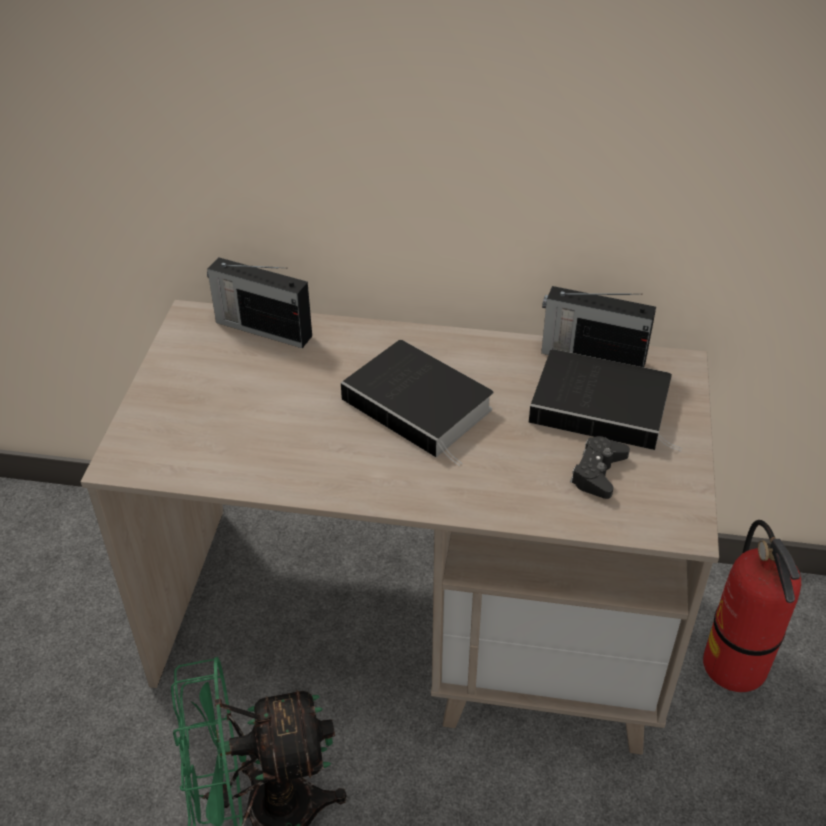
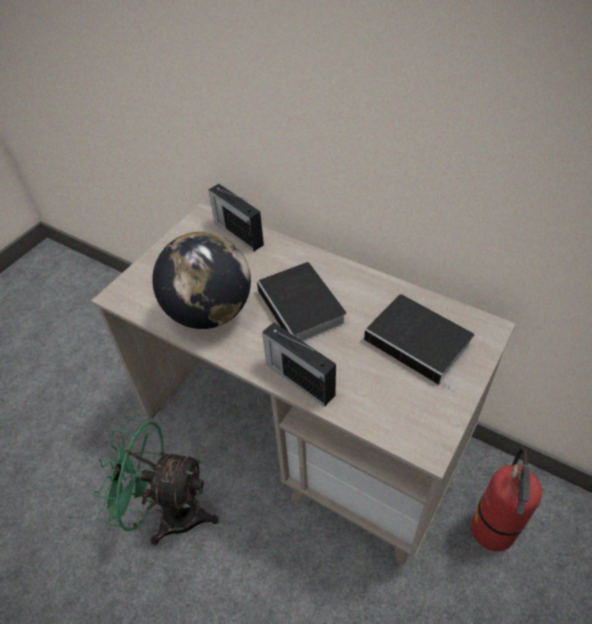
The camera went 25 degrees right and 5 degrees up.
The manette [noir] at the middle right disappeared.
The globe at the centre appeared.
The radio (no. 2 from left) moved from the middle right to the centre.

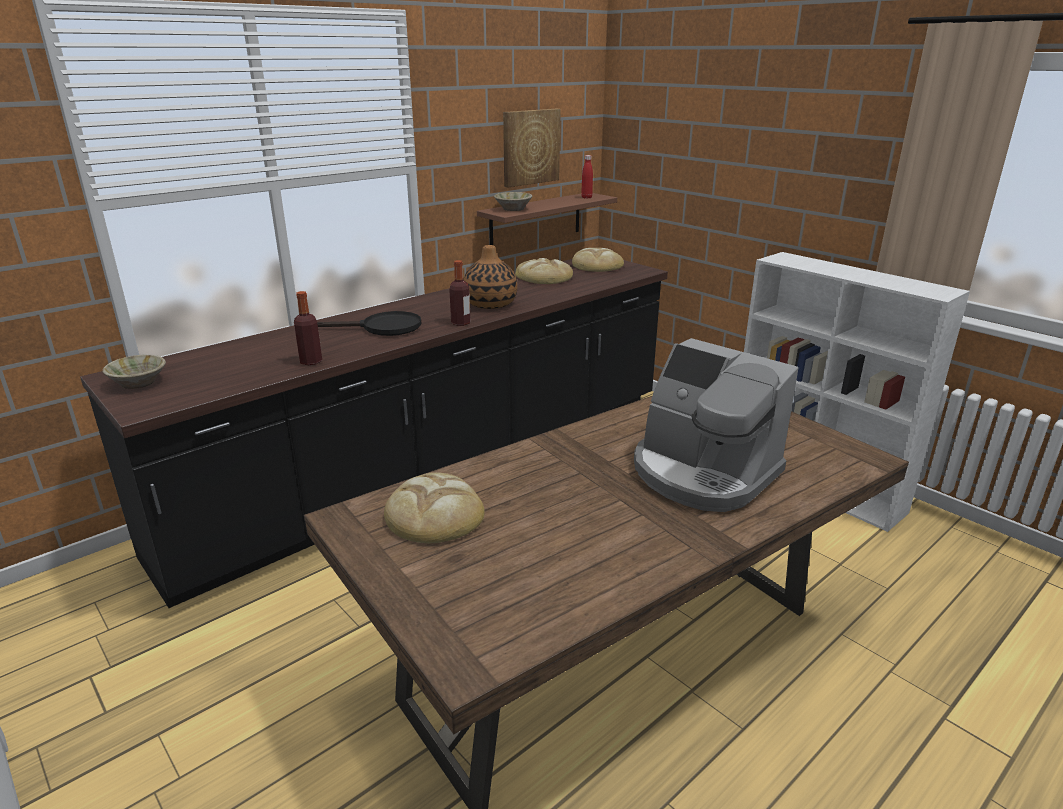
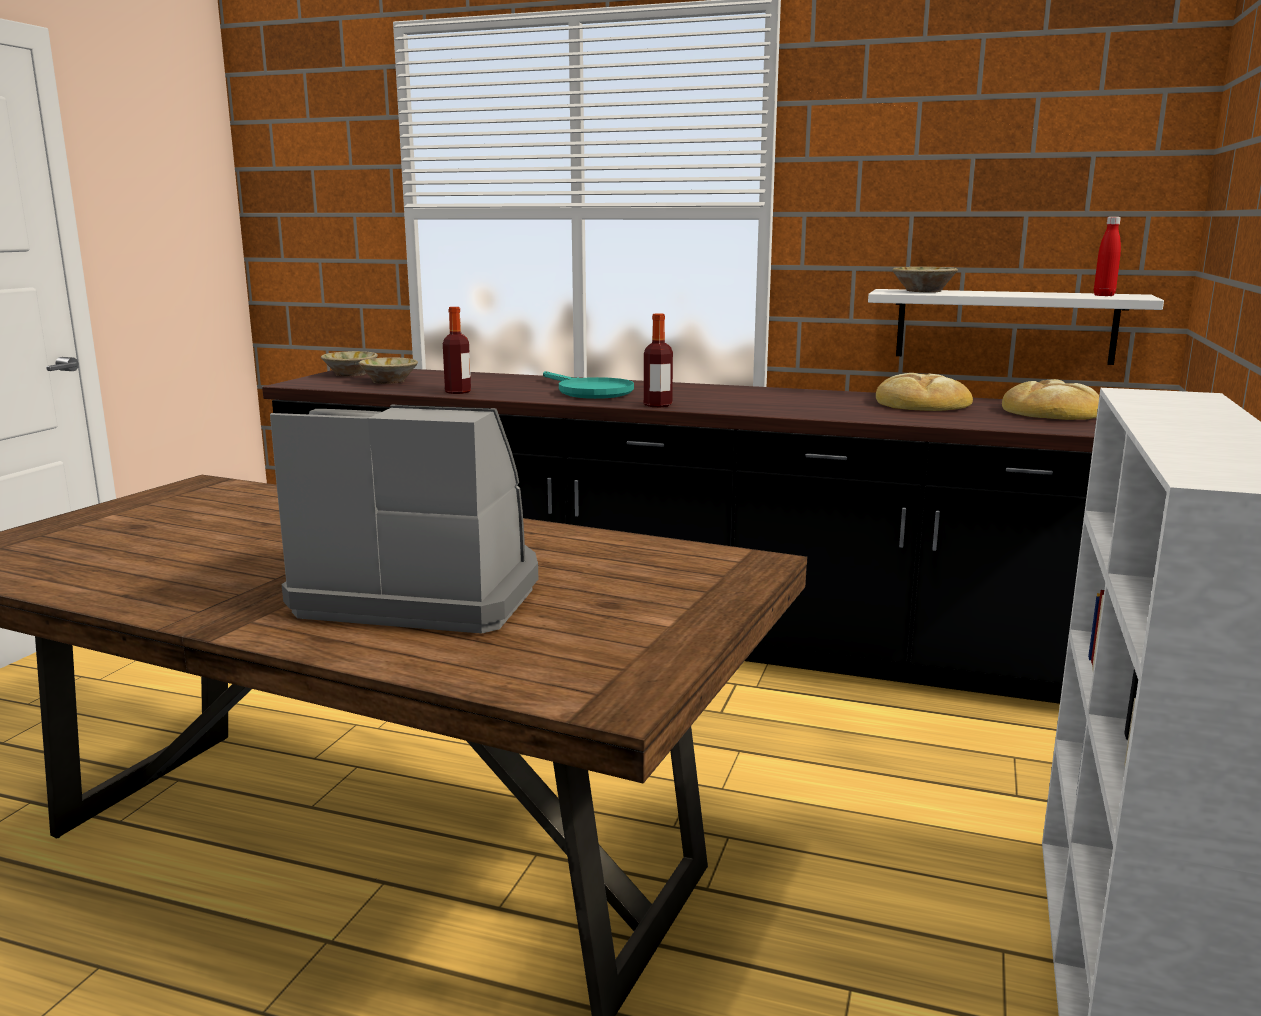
The camera went 60 degrees right and 10 degrees down.
The pain (no. 1 from left) at the centre disappeared.
The vase at the centre disappeared.
The tableau at the top centre disappeared.
The bol [beige] (no. 2 from left) at the middle left appeared.
The poêle [noir] at the centre became the poêle [turquoise] at the centre.
The étagère [marron] at the top centre became the étagère [blanc] at the top right.
The machine à café at the middle right turned 90 degrees clockwise.

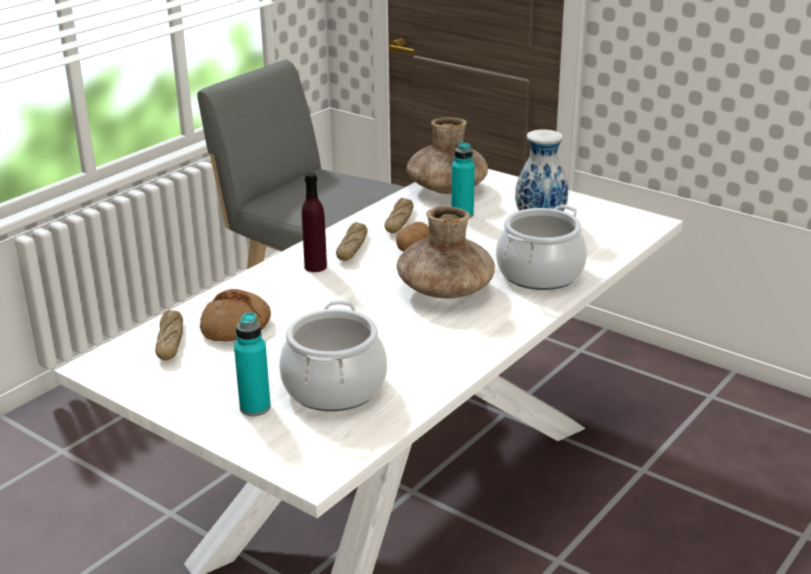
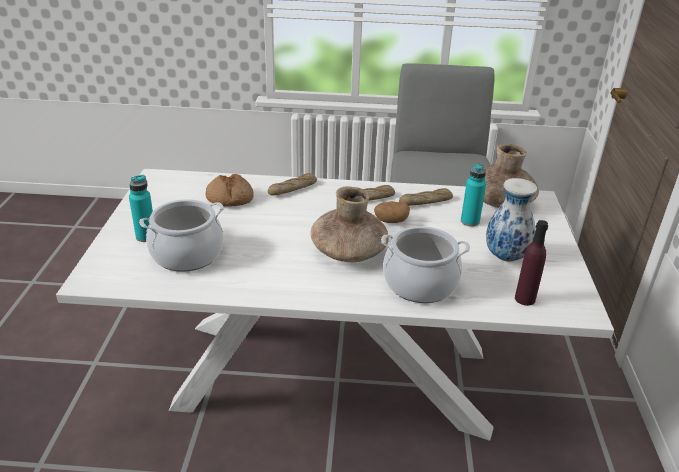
The camera went 55 degrees right and 5 degrees up.
The pain (no. 1 from left in the first image) moved from the middle left to the centre.
The bouteille [violet] moved from the centre to the middle right.

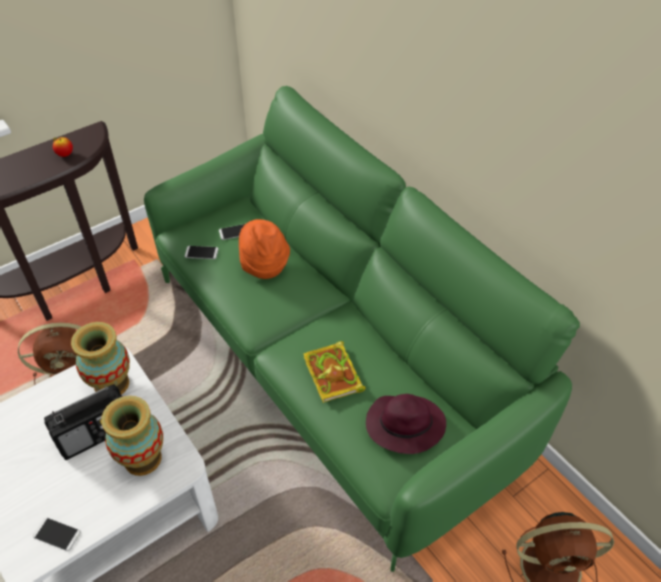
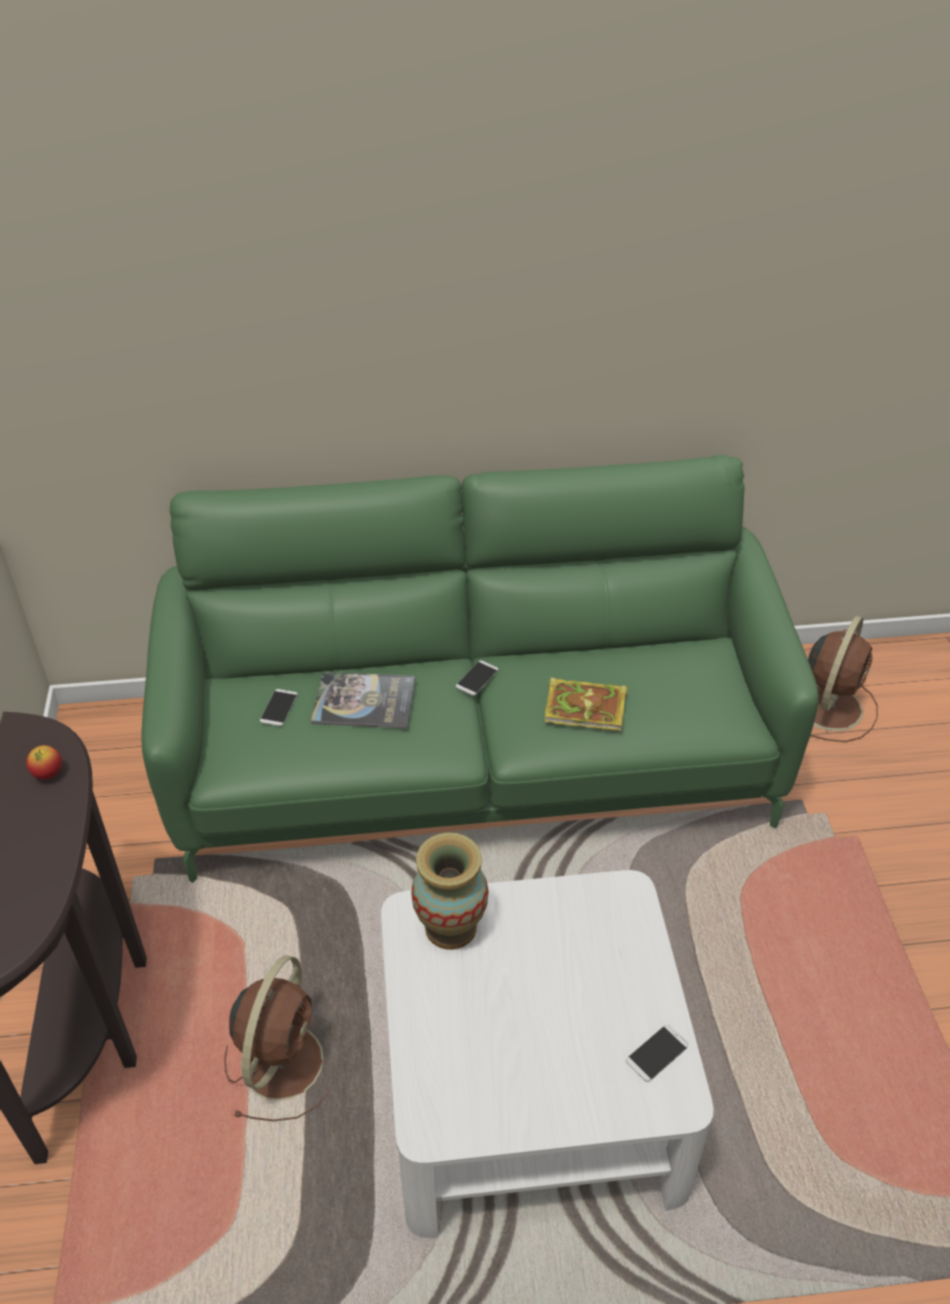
The camera went 60 degrees left and 5 degrees down.
The radio at the bottom left disappeared.
The vase (no. 2 from left) at the bottom left disappeared.
The chapeau [violet] at the bottom centre disappeared.
The téléphone (no. 2 from left) moved from the middle left to the centre.
The chapeau [orange] at the centre was replaced by the livre (no. 1 from left) at the centre.

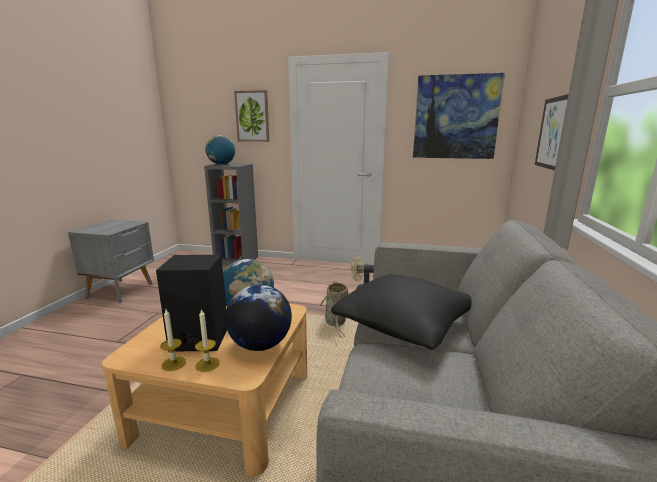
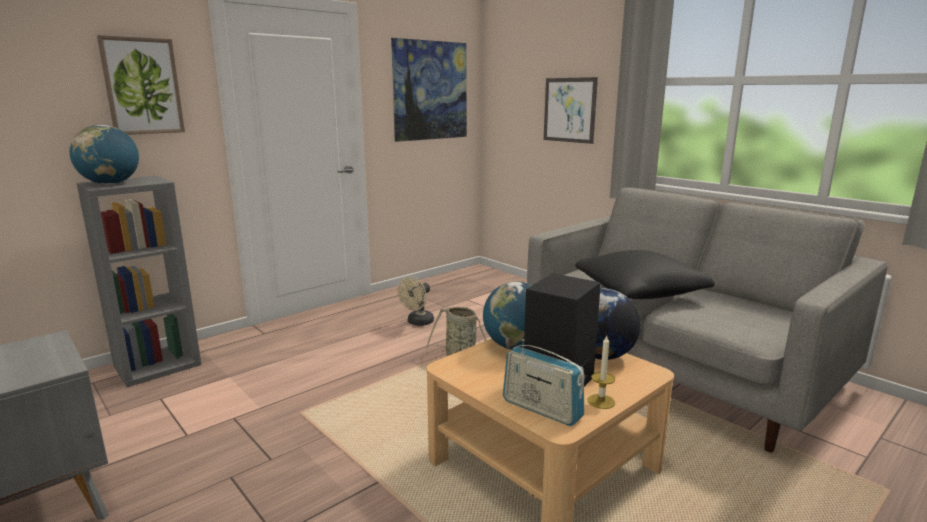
The camera went 55 degrees left and 0 degrees up.
The bougie (no. 2 from left) at the bottom left disappeared.
The radio at the bottom centre appeared.

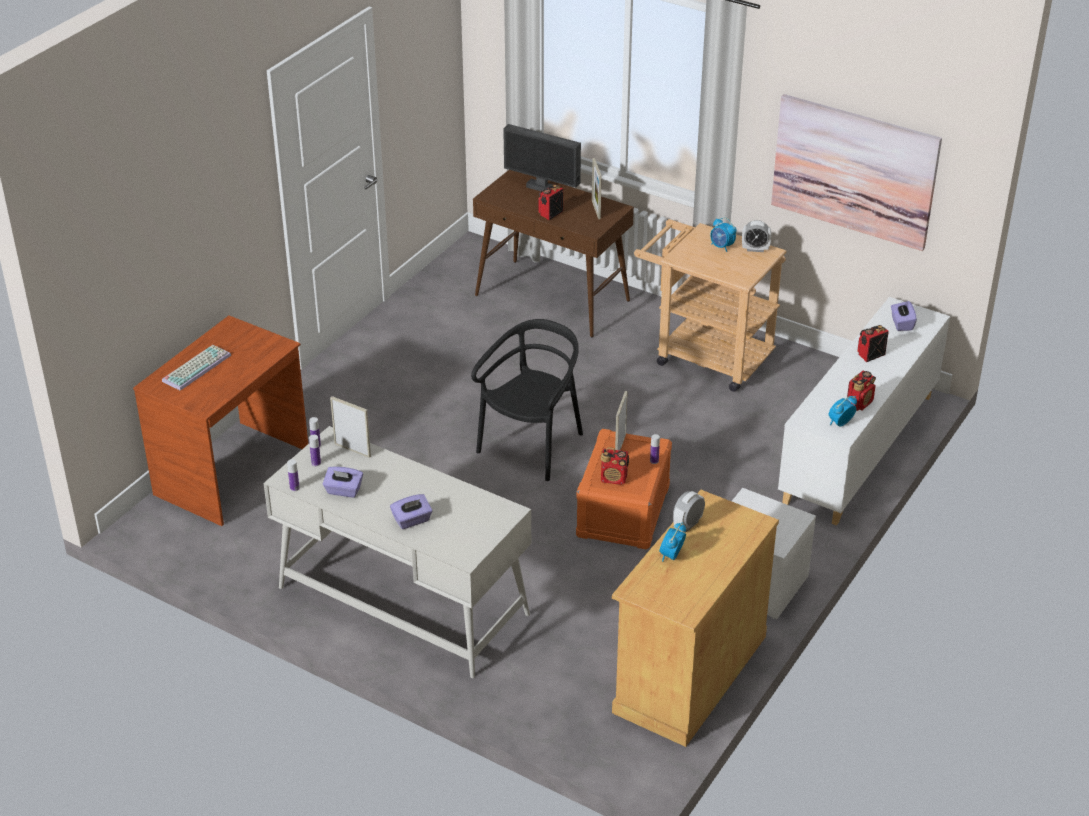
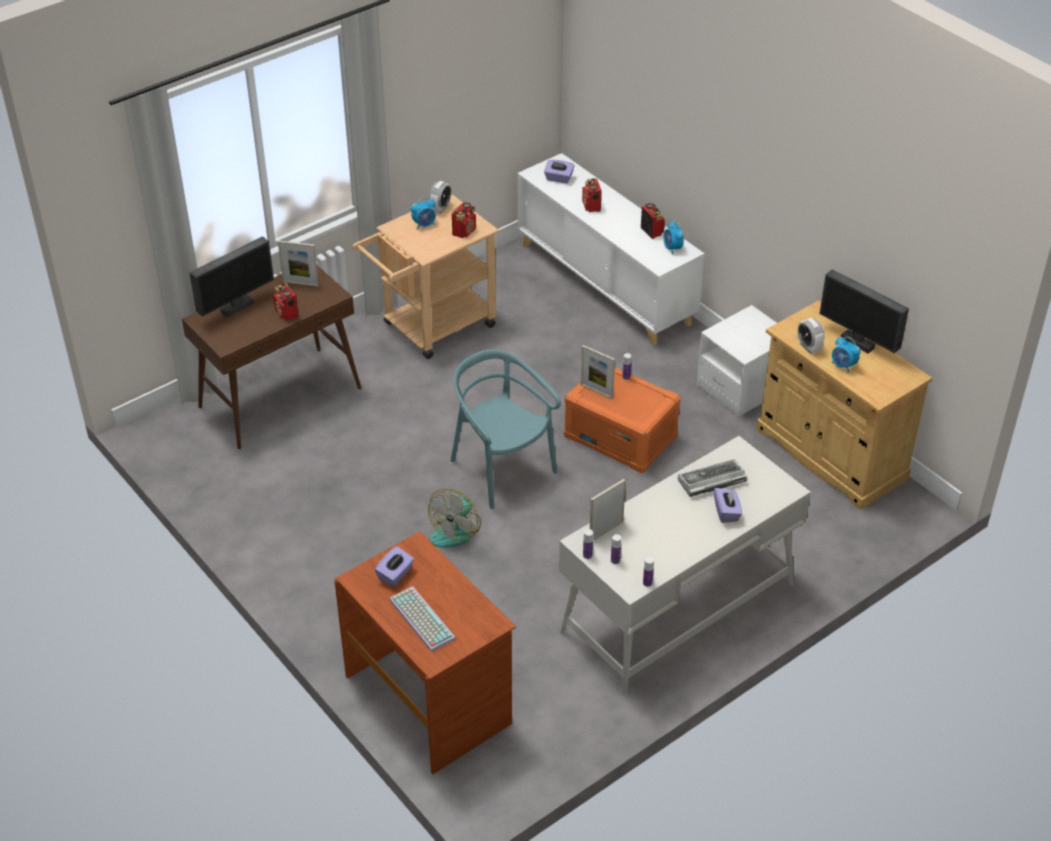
The camera went 70 degrees left and 5 degrees up.
The tableau at the top right disappeared.
The ventilateur at the centre appeared.
The clavier (no. 2 from left) at the middle right appeared.
The écran d'ordinateur (no. 2 from left) at the middle right appeared.
The boîte à mouchoirs [violet] (no. 1 from left) moved from the middle left to the bottom centre.
The radio (no. 2 from left) moved from the centre to the top centre.
The chaise [noir] at the centre became the chaise [turquoise] at the centre.

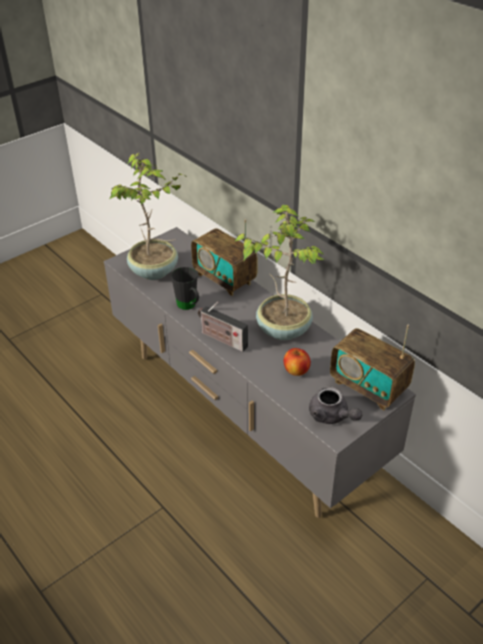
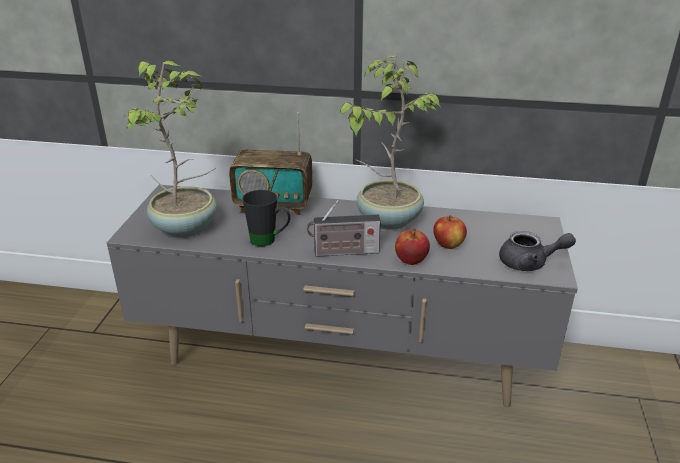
The camera went 40 degrees left and 10 degrees down.
The radio (no. 3 from left) at the middle right disappeared.
The pomme (no. 1 from left) at the centre appeared.

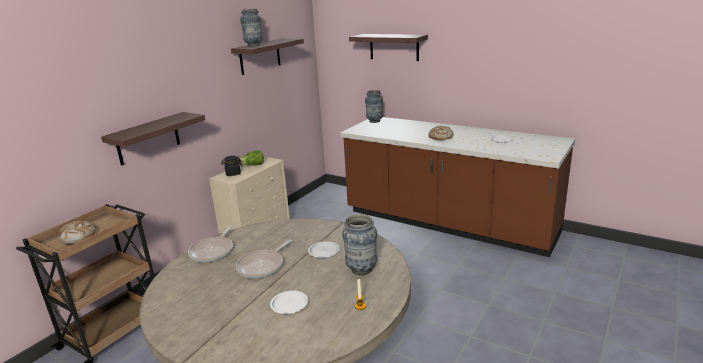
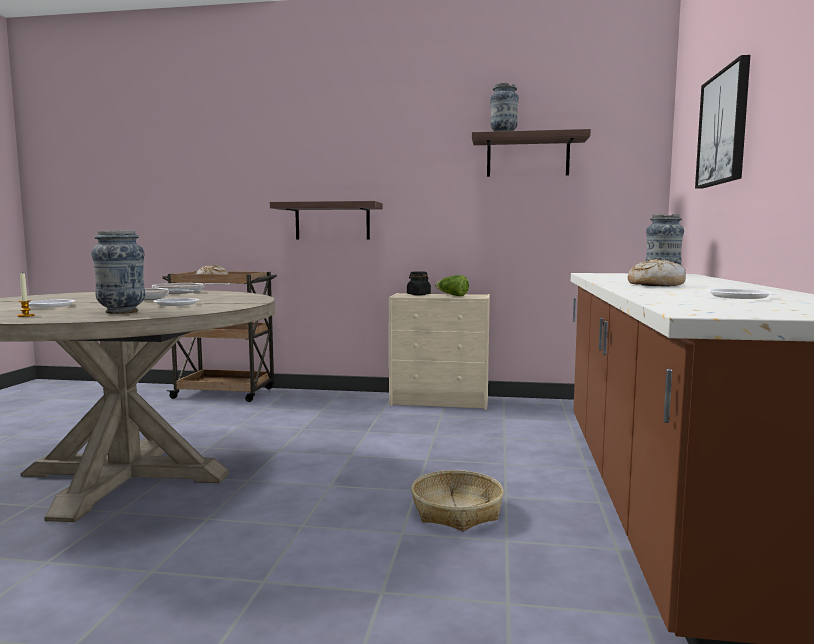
The camera went 65 degrees right and 15 degrees down.
The panier at the bottom centre appeared.
The étagère (no. 3 from left) at the top centre was replaced by the tableau at the top right.

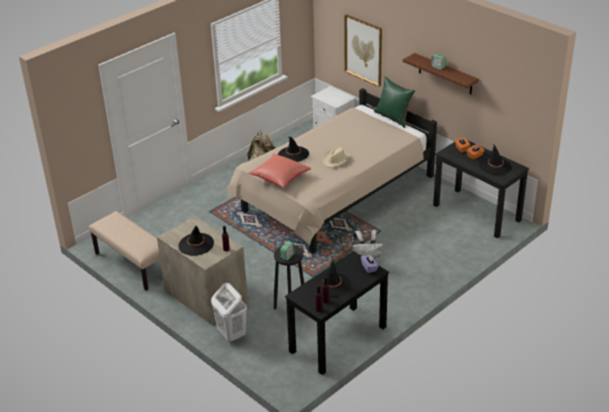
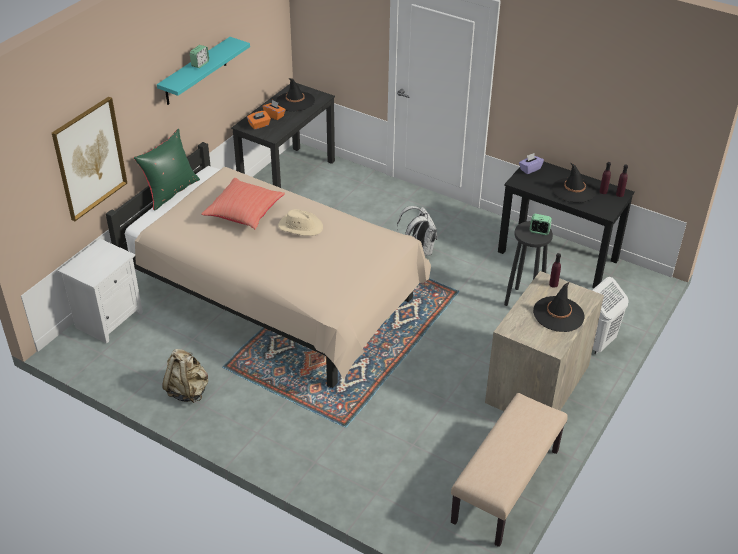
The camera went 105 degrees left and 5 degrees up.
The chapeau [noir] (no. 2 from left) at the centre disappeared.
The coussin [rouge] moved from the centre to the middle left.
The étagère [marron] at the top right became the étagère [turquoise] at the top left.

